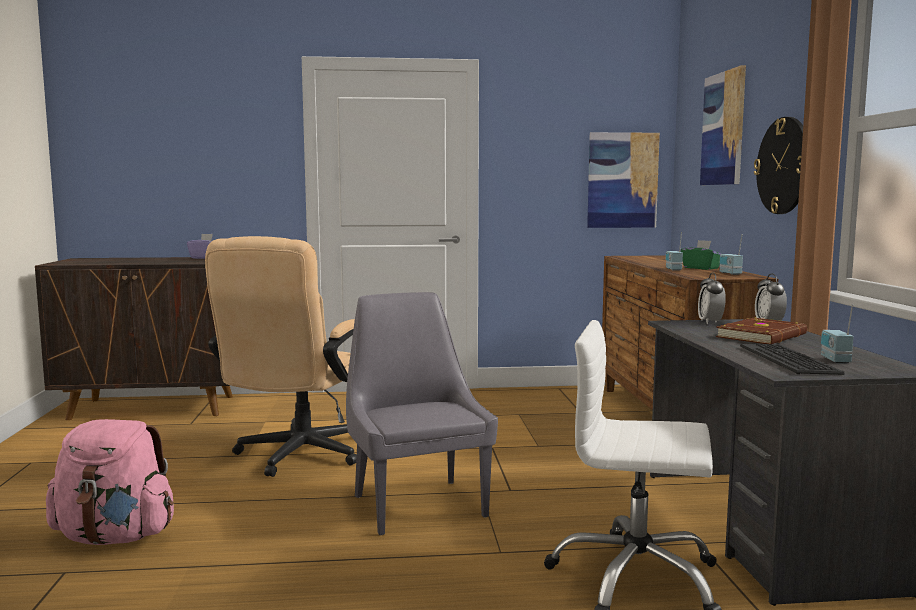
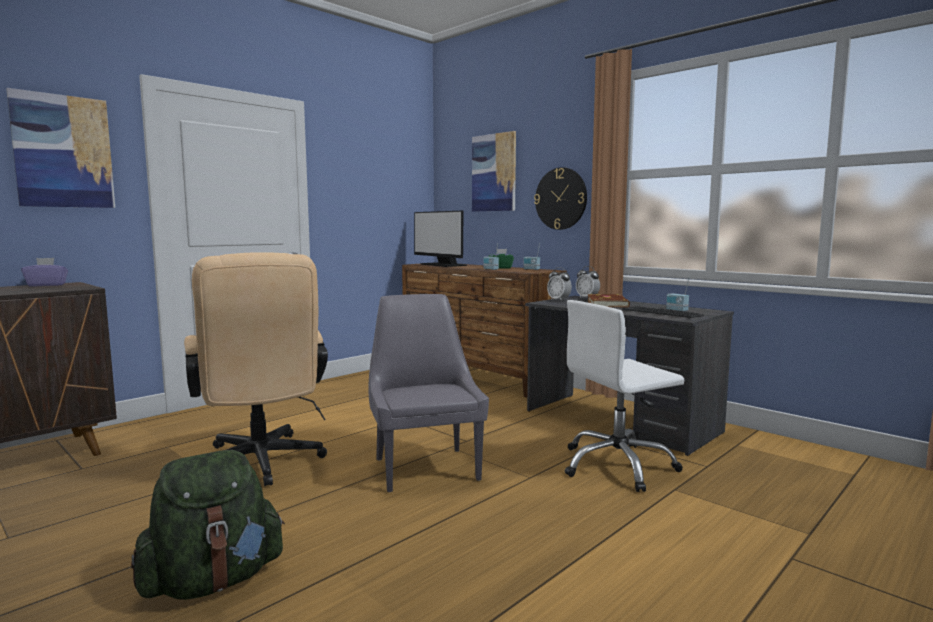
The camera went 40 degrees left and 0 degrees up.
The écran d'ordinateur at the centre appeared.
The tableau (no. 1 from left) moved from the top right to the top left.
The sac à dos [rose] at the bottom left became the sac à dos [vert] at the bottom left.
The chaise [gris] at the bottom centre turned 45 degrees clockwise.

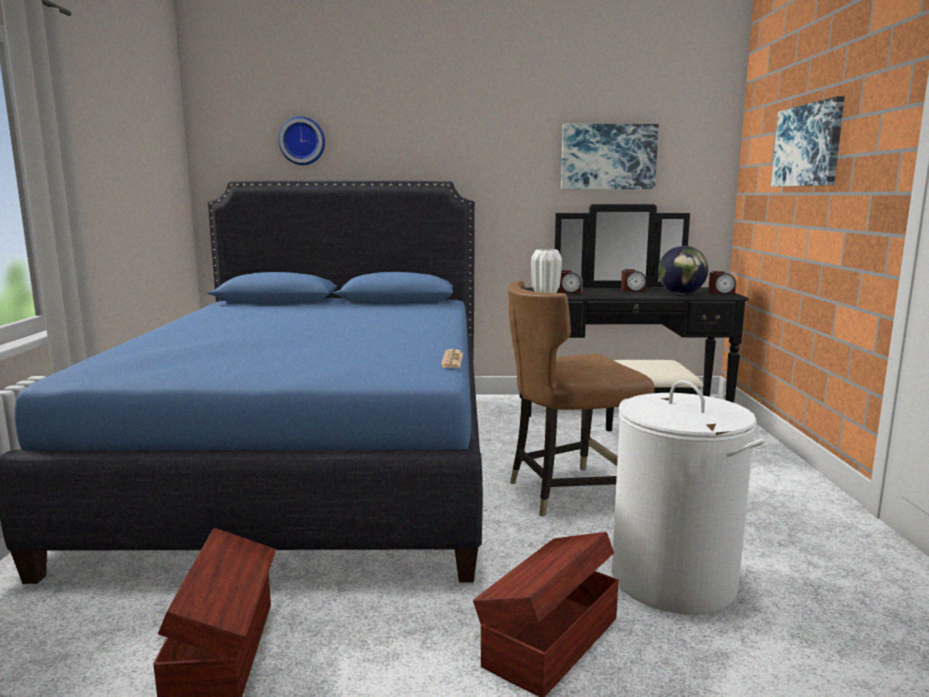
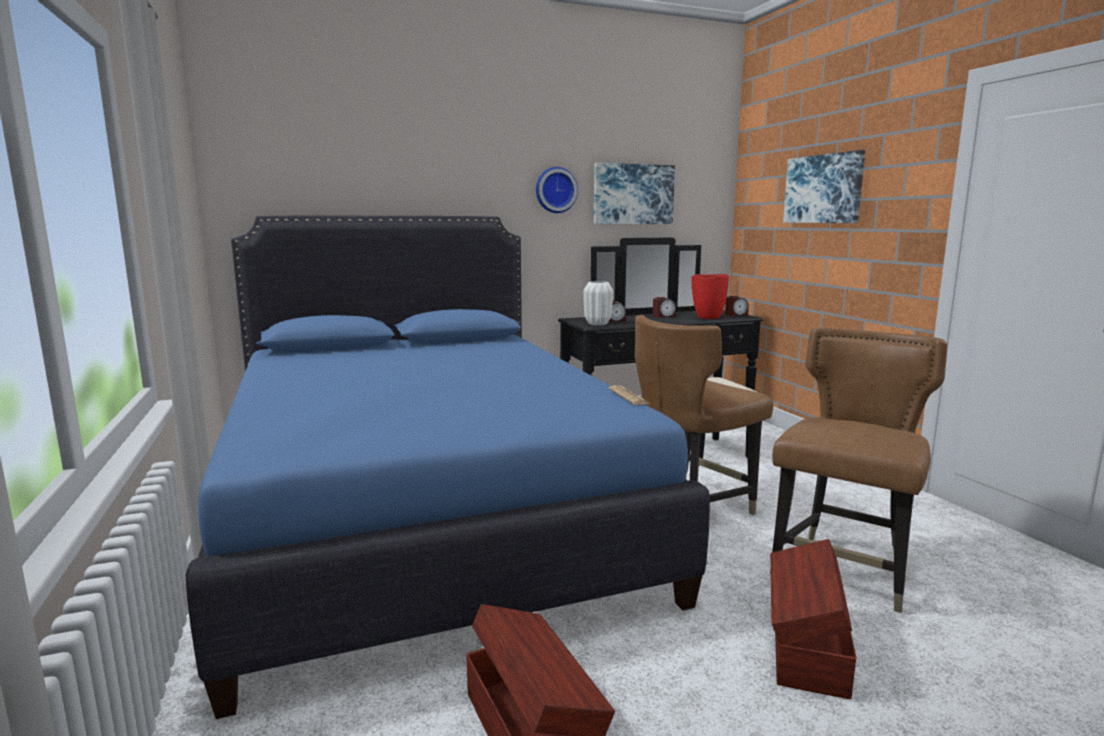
The camera went 20 degrees left and 0 degrees up.
The horloge murale moved from the top left to the top centre.
The panier à linge [blanc] at the bottom right was replaced by the chaise [marron] (no. 2 from left) at the middle right.
The globe at the middle right was replaced by the vase [rouge] at the centre.

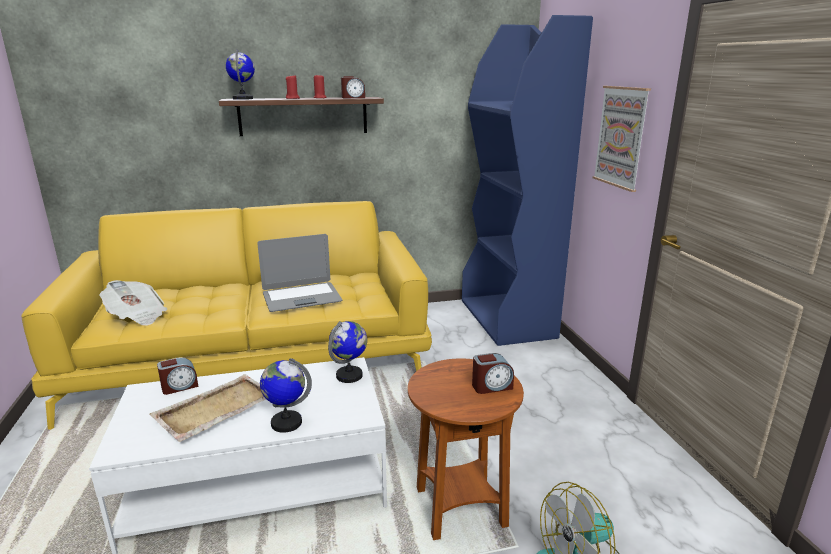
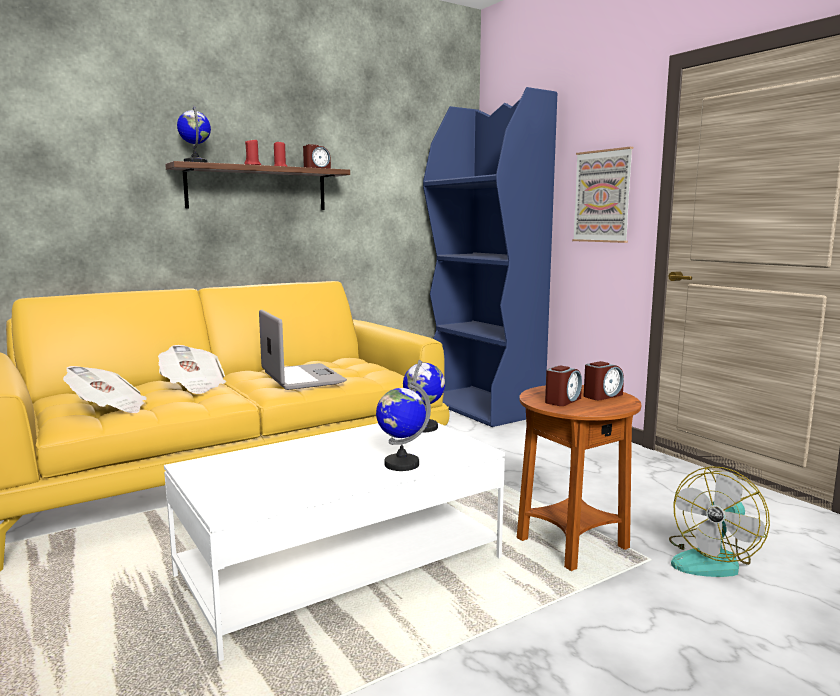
The camera went 20 degrees left and 10 degrees down.
The plateau [beige] at the bottom left disappeared.
The journal (no. 2 from left) at the middle left appeared.
The réveil (no. 1 from left in the first image) moved from the bottom left to the middle right.
The ordinateur portable at the centre turned 75 degrees counterclockwise.

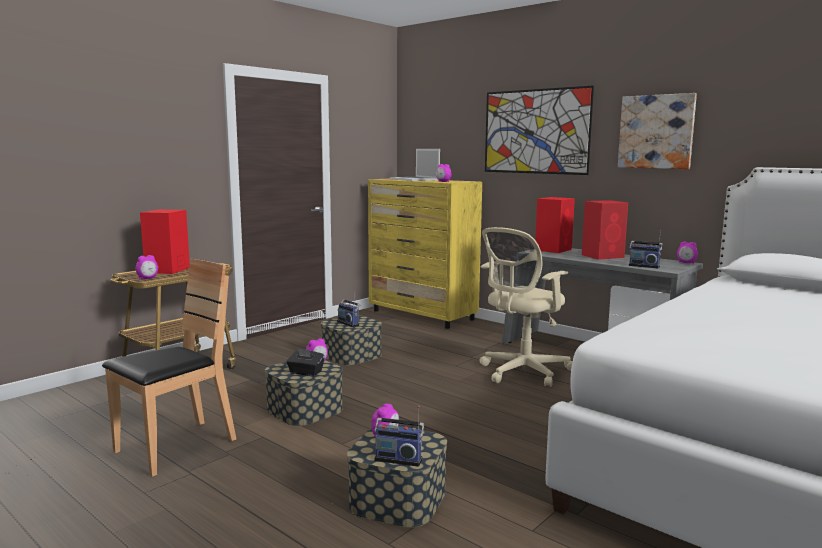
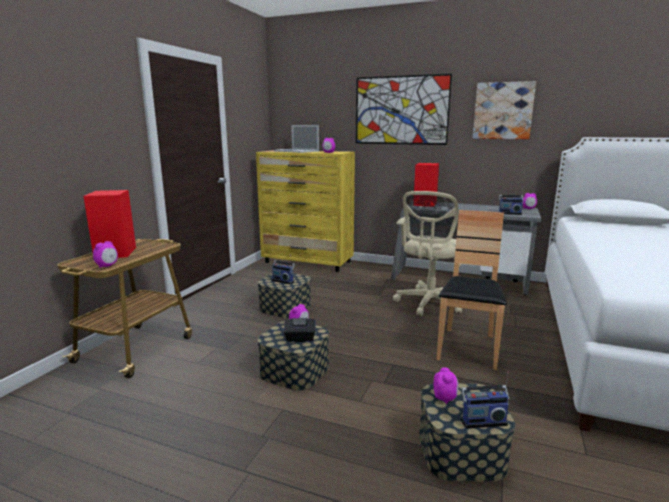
The camera went 20 degrees left and 5 degrees up.
The enceinte [rouge] (no. 3 from left) at the middle right disappeared.
The chaise [marron] moved from the bottom left to the middle right.

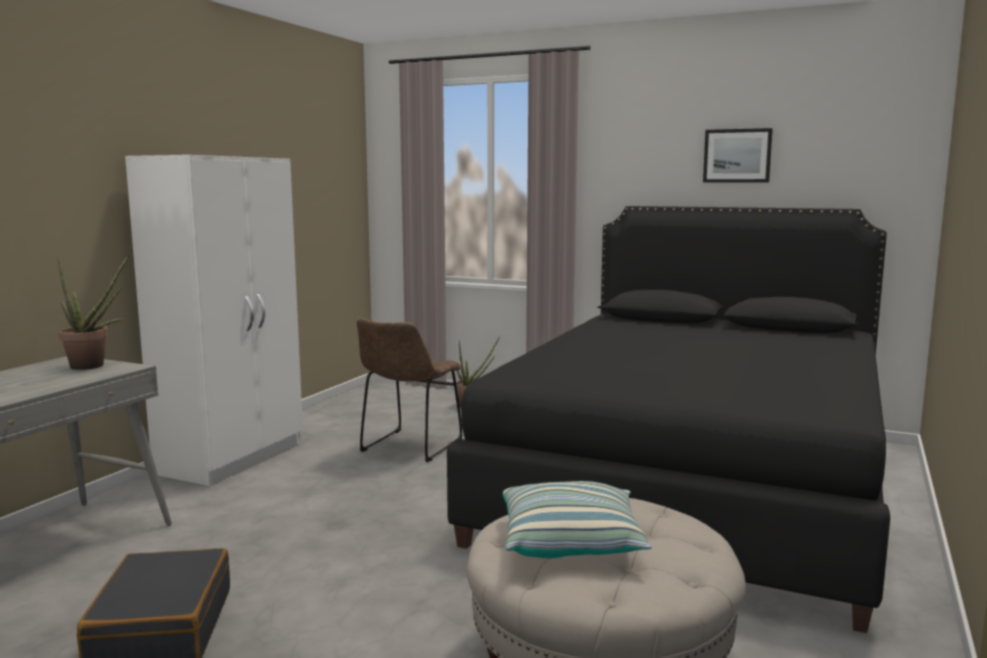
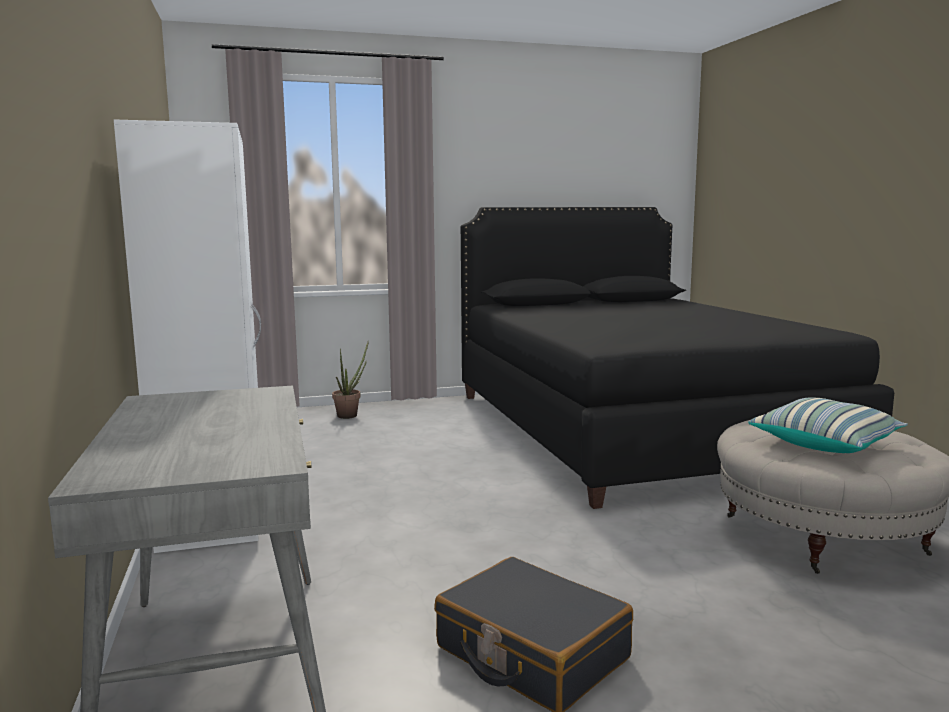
The camera went 40 degrees left and 0 degrees up.
The plante en pot (no. 1 from left) at the middle left disappeared.
The chaise [marron] at the centre disappeared.
The tableau at the top right disappeared.

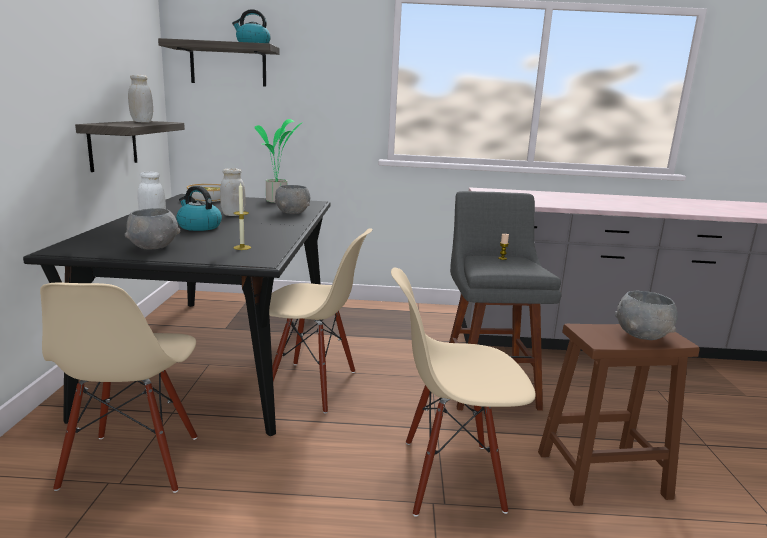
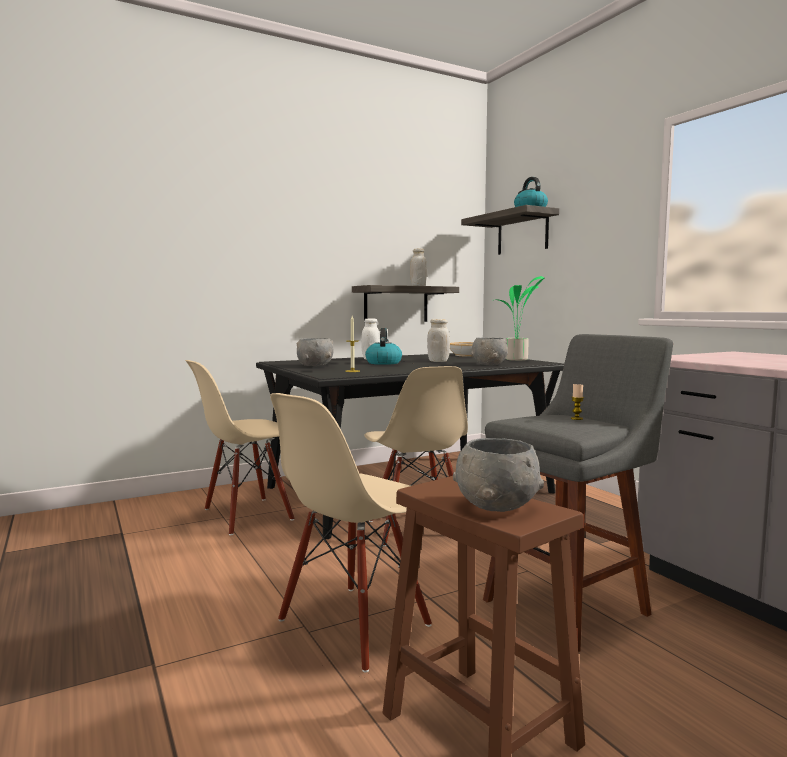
The camera went 60 degrees right and 10 degrees down.
The chaise [beige] (no. 3 from left in the first image) at the bottom centre turned 105 degrees counterclockwise.

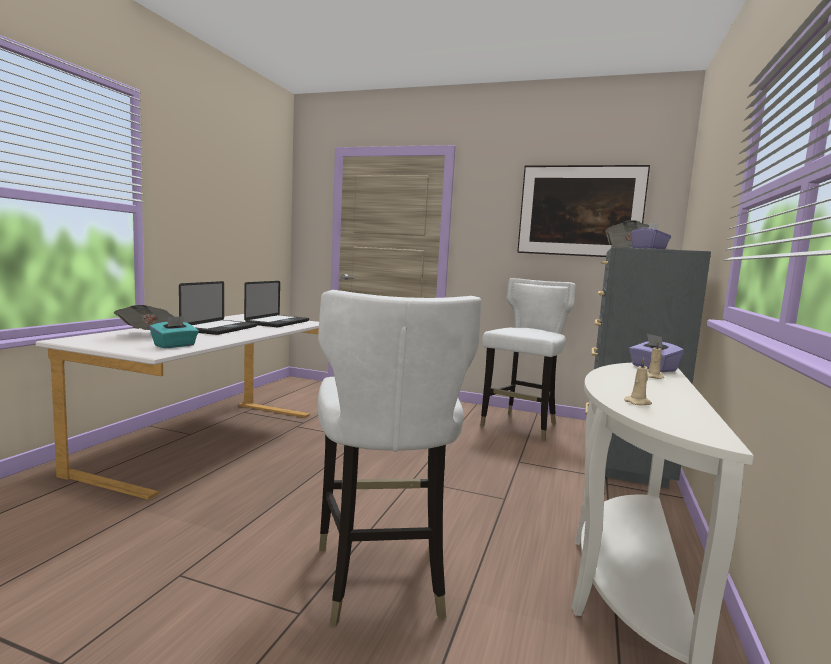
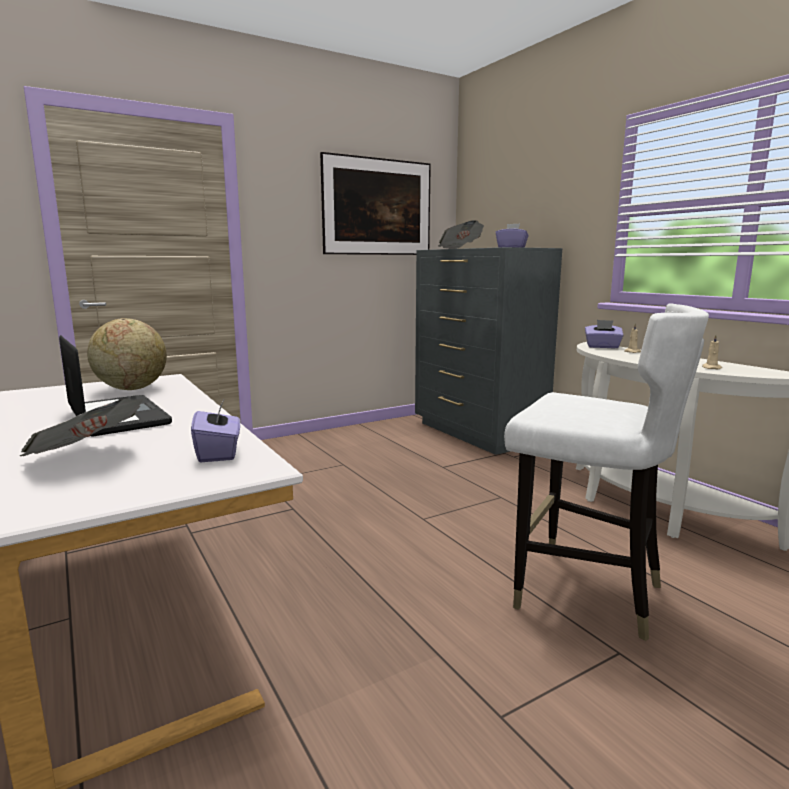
The camera went 50 degrees left and 5 degrees up.
The chaise [blanc] (no. 2 from left) at the centre disappeared.
The ordinateur portable (no. 2 from left) at the middle left was replaced by the globe at the middle left.
The boîte à mouchoirs [turquoise] at the middle left became the boîte à mouchoirs [violet] (no. 1 from left) at the middle left.

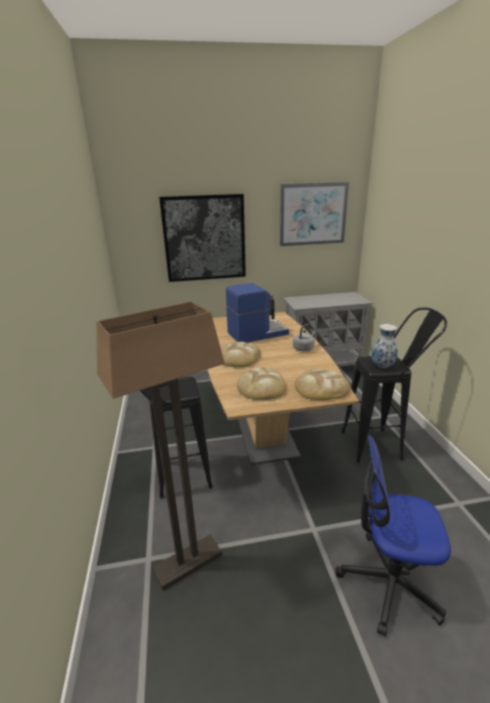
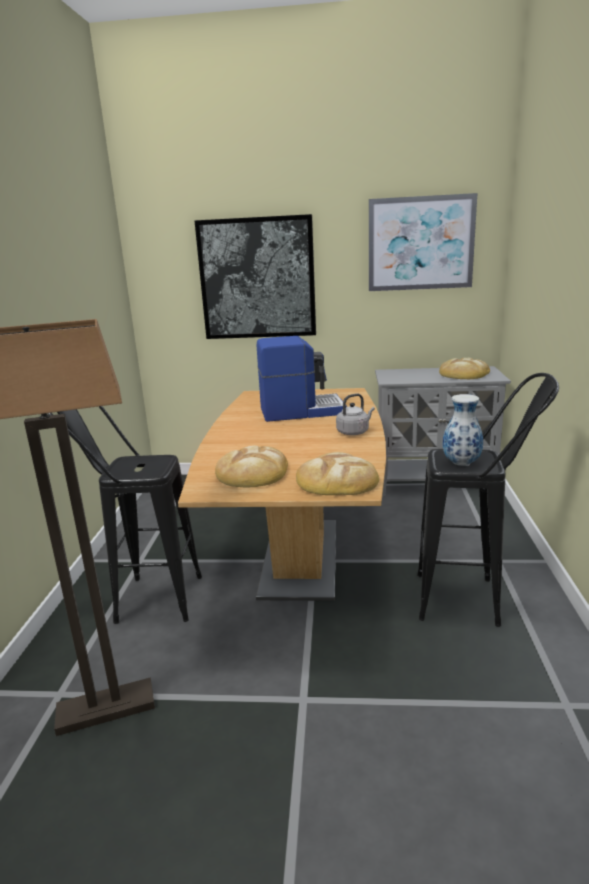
The camera went 15 degrees right and 5 degrees down.
The chaise de bureau at the bottom right disappeared.
The pain (no. 1 from left in the first image) moved from the centre to the middle right.

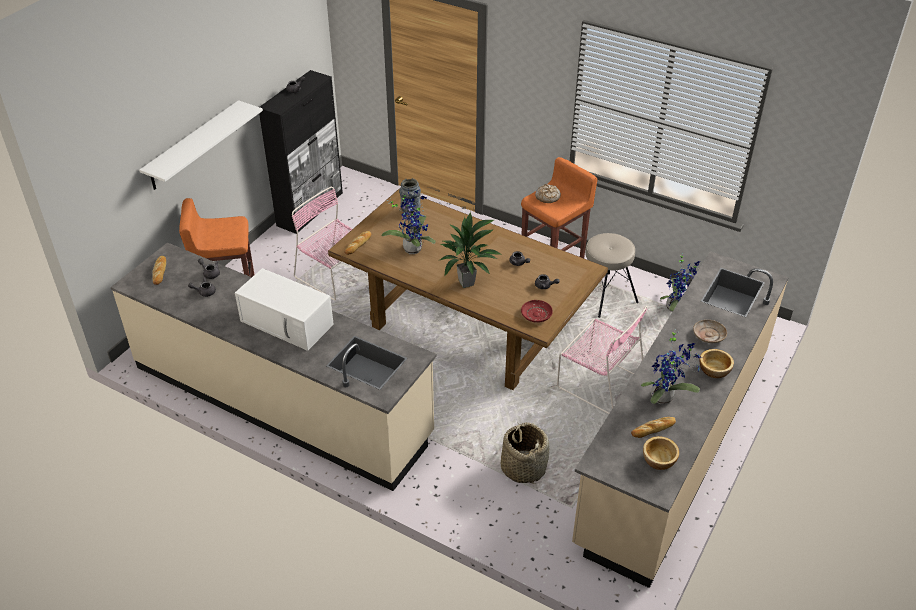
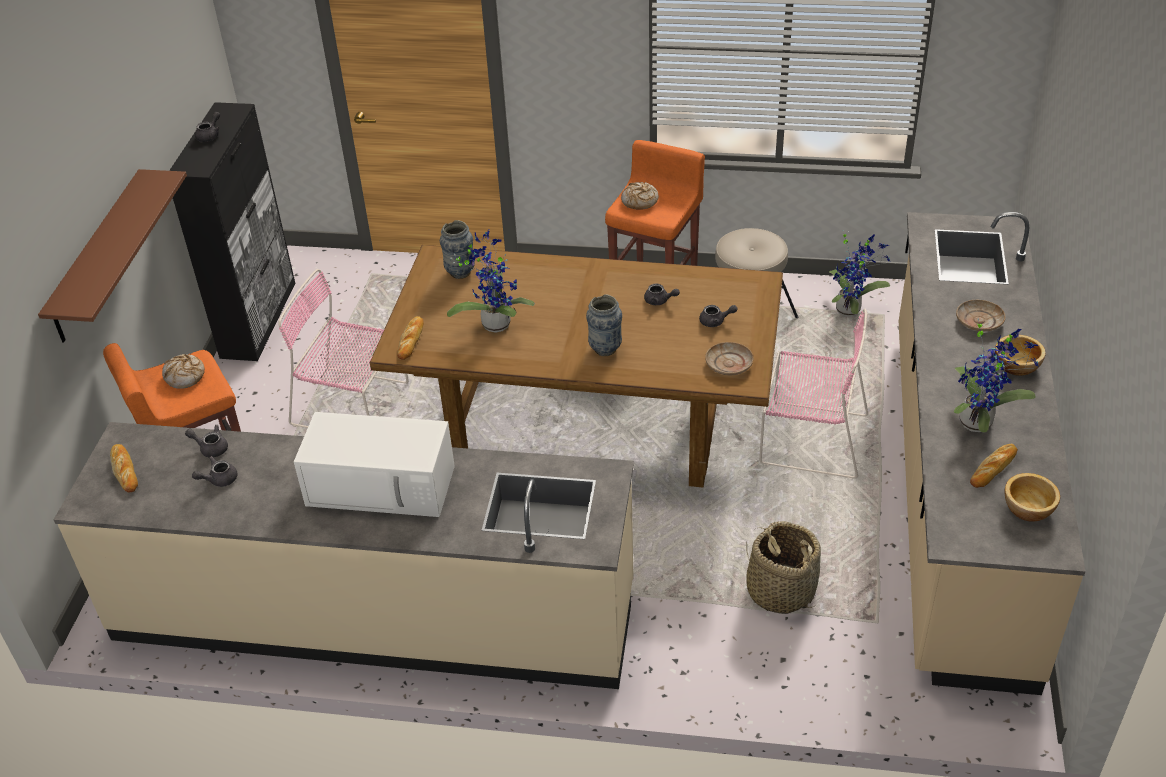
The camera went 20 degrees left and 0 degrees up.
The pain (no. 2 from left) at the middle left appeared.
The plante en pot (no. 2 from left) at the centre was replaced by the vase (no. 2 from left) at the centre.
The étagère [blanc] at the top left became the étagère [marron] at the top left.
The assiette [rouge] at the centre became the assiette [beige] (no. 1 from left) at the centre.

